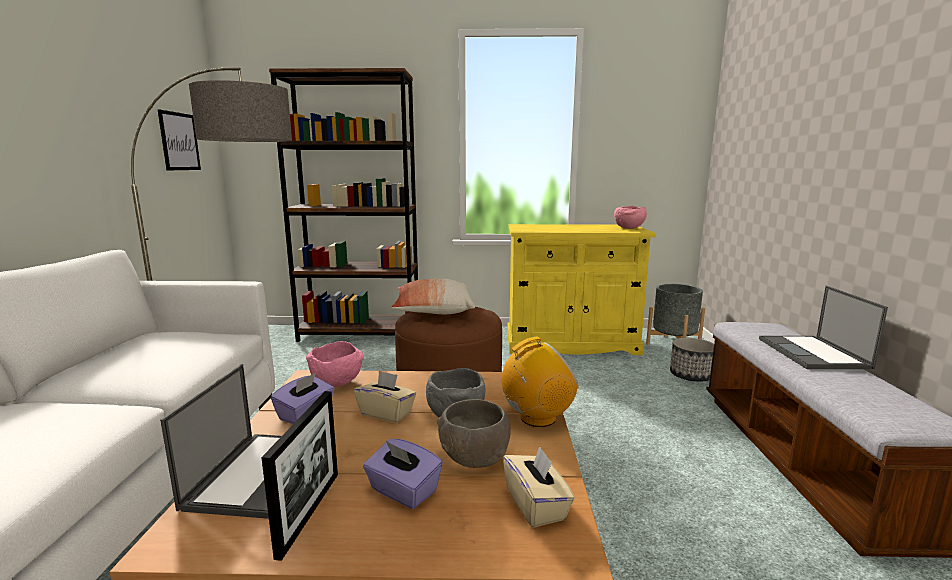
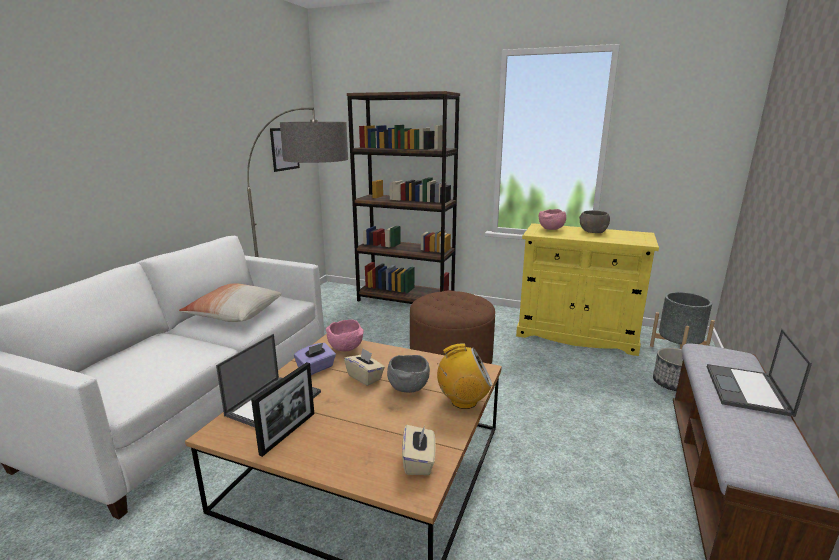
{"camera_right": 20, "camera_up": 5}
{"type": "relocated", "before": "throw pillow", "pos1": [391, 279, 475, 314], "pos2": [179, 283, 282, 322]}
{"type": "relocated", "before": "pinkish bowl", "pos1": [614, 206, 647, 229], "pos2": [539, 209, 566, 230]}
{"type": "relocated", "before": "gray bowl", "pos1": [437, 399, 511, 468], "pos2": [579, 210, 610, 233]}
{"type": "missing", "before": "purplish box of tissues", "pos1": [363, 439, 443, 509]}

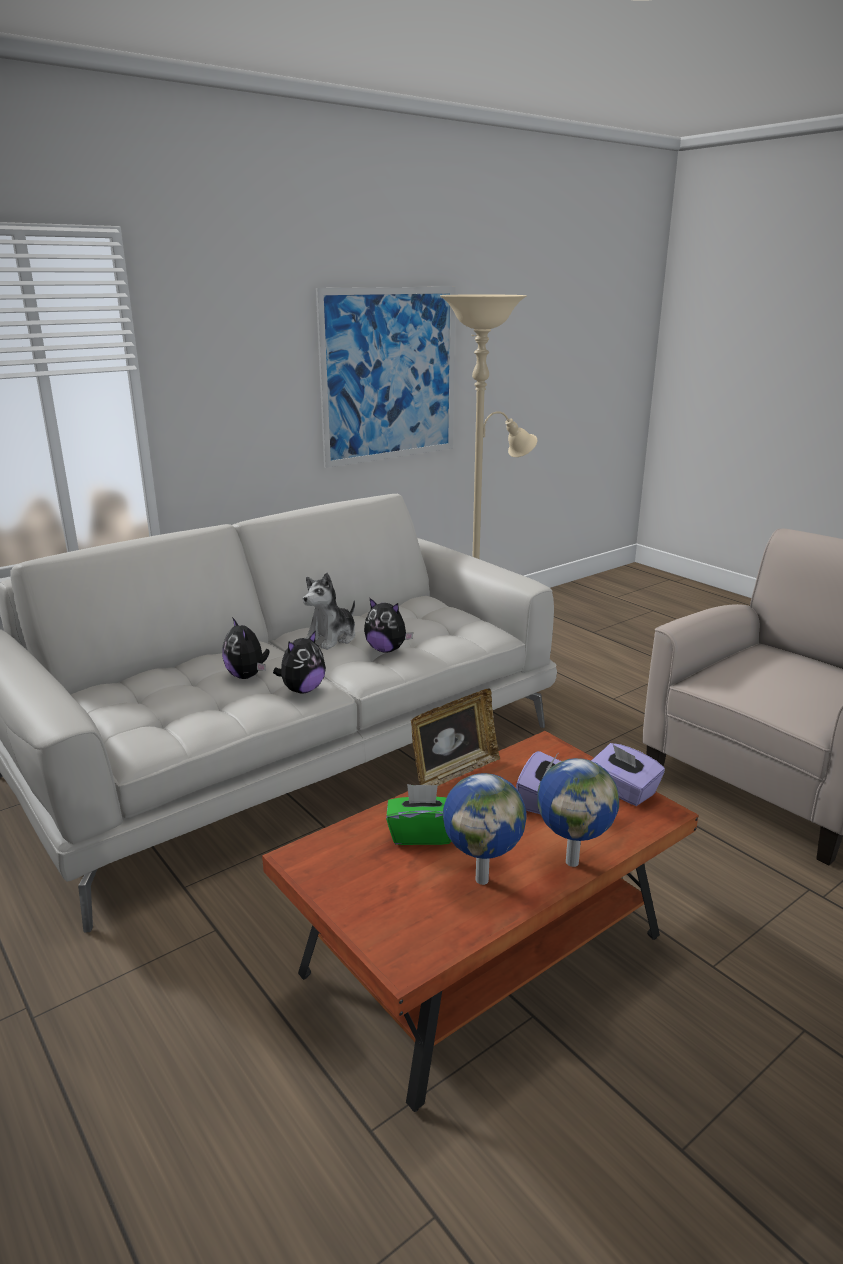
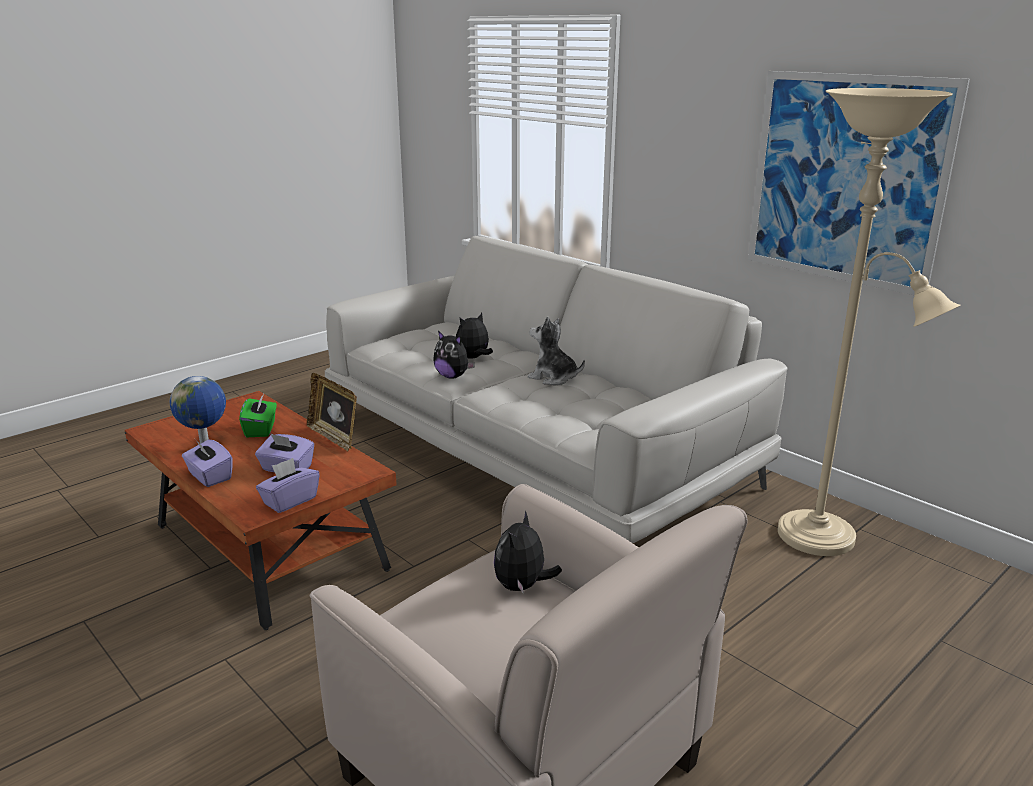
{"camera_right": 85, "camera_up": 0}
{"type": "exchanged", "before": "world globe", "after": "purplish box of tissues", "pos1": [537, 758, 619, 867], "pos2": [182, 439, 233, 487]}
{"type": "relocated", "before": "cuddly toy", "pos1": [364, 598, 413, 653], "pos2": [494, 510, 562, 593]}

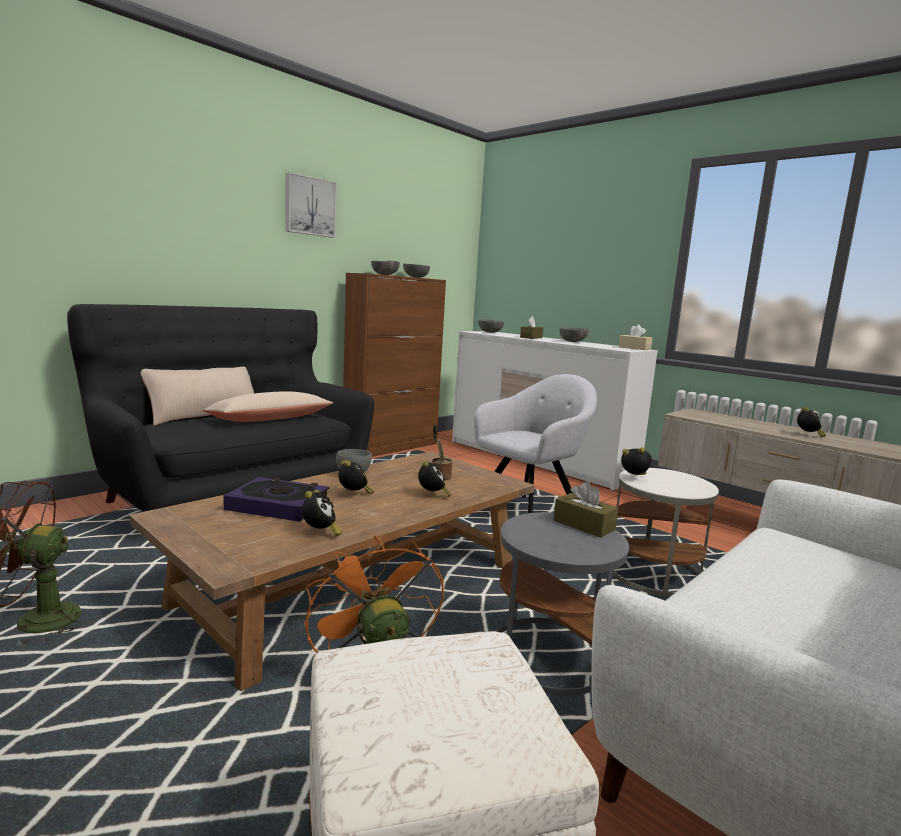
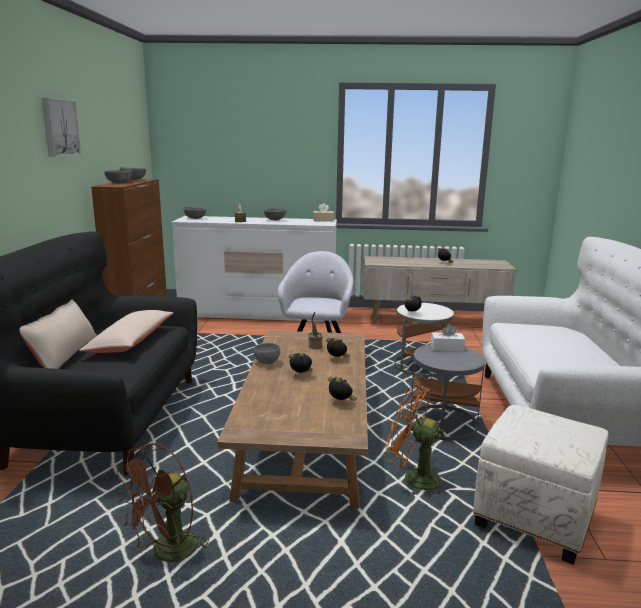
{"camera_right": -40, "camera_up": 5}
{"type": "colour", "before": "brownish box of tissues", "after": "white-coloured box of tissues", "pos1": [553, 481, 618, 538], "pos2": [431, 324, 465, 352]}
{"type": "missing", "before": "bound book", "pos1": [223, 477, 329, 522]}

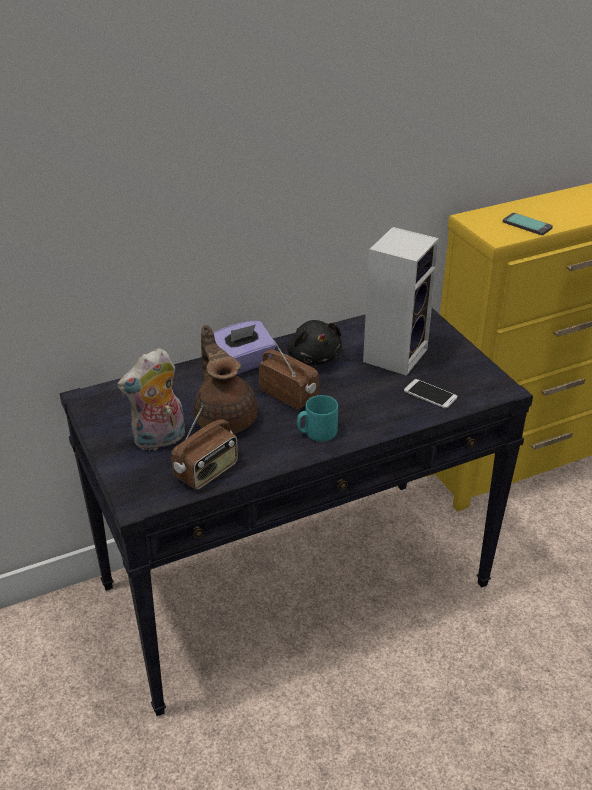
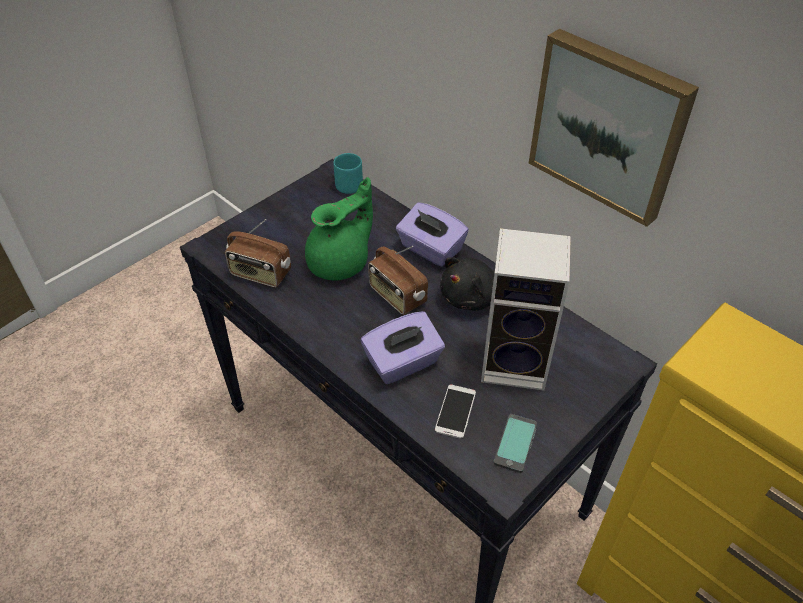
{"camera_right": 70, "camera_up": 10}
{"type": "colour", "before": "brownish tea pot", "after": "green tea pot", "pos1": [194, 325, 258, 434], "pos2": [305, 177, 373, 280]}
{"type": "relocated", "before": "turquoise-coloured tea mug", "pos1": [297, 395, 338, 442], "pos2": [334, 153, 363, 194]}
{"type": "appeared", "after": "purplish box of tissues", "pos2": [361, 311, 445, 384]}
{"type": "spun", "before": "radio set", "pos1": [259, 341, 319, 409], "pos2": [368, 246, 428, 315], "turn": 120}
{"type": "relocated", "before": "handset", "pos1": [503, 213, 553, 235], "pos2": [493, 414, 537, 473]}
{"type": "appeared", "after": "wall picture", "pos2": [529, 29, 699, 227]}
{"type": "missing", "before": "cuddly toy", "pos1": [117, 348, 185, 451]}

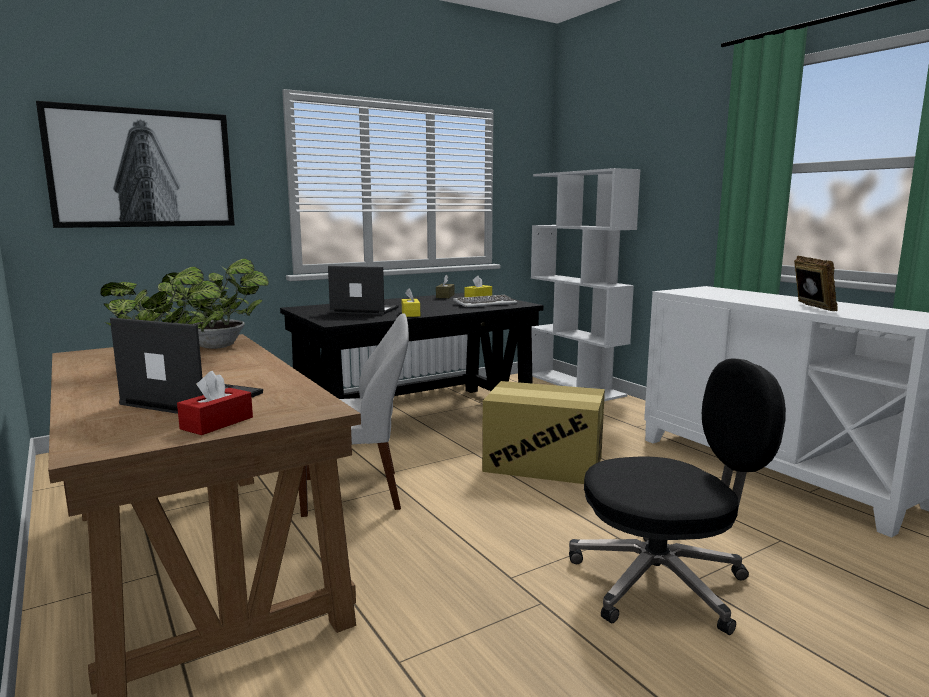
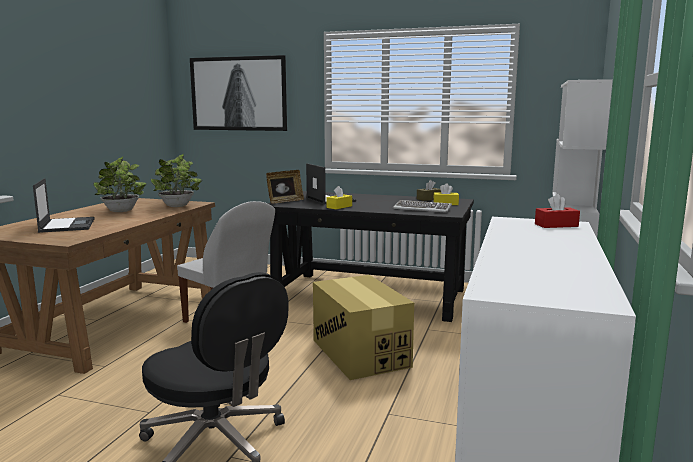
{"camera_right": 50, "camera_up": 0}
{"type": "relocated", "before": "standing frame", "pos1": [794, 256, 838, 311], "pos2": [266, 170, 304, 203]}
{"type": "relocated", "before": "red-coloured box of tissues", "pos1": [177, 371, 253, 435], "pos2": [535, 194, 580, 228]}

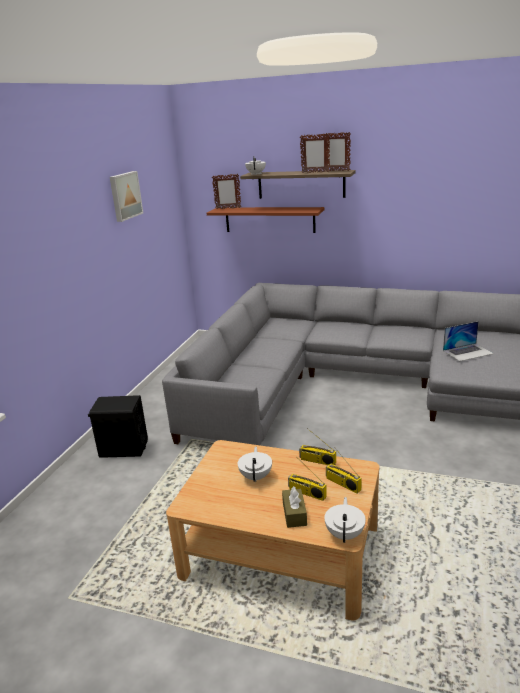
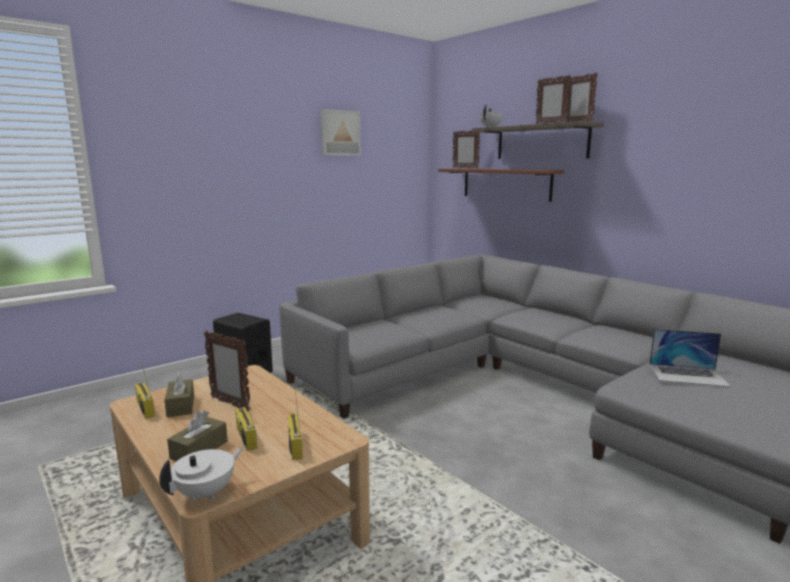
{"camera_right": 30, "camera_up": -10}
{"type": "relocated", "before": "radio set", "pos1": [299, 428, 336, 465], "pos2": [135, 359, 155, 419]}
{"type": "appeared", "after": "brownish box of tissues", "pos2": [165, 372, 194, 417]}
{"type": "exchanged", "before": "white-coloured tea pot", "after": "standing frame", "pos1": [238, 447, 272, 482], "pos2": [204, 331, 251, 412]}

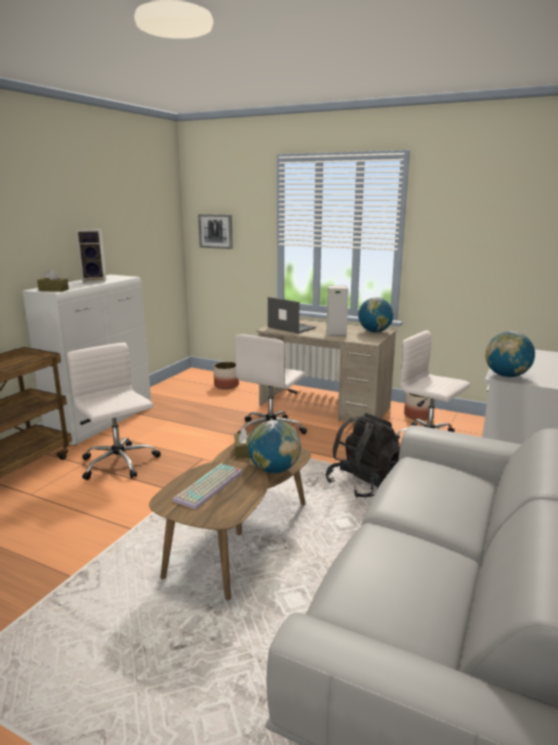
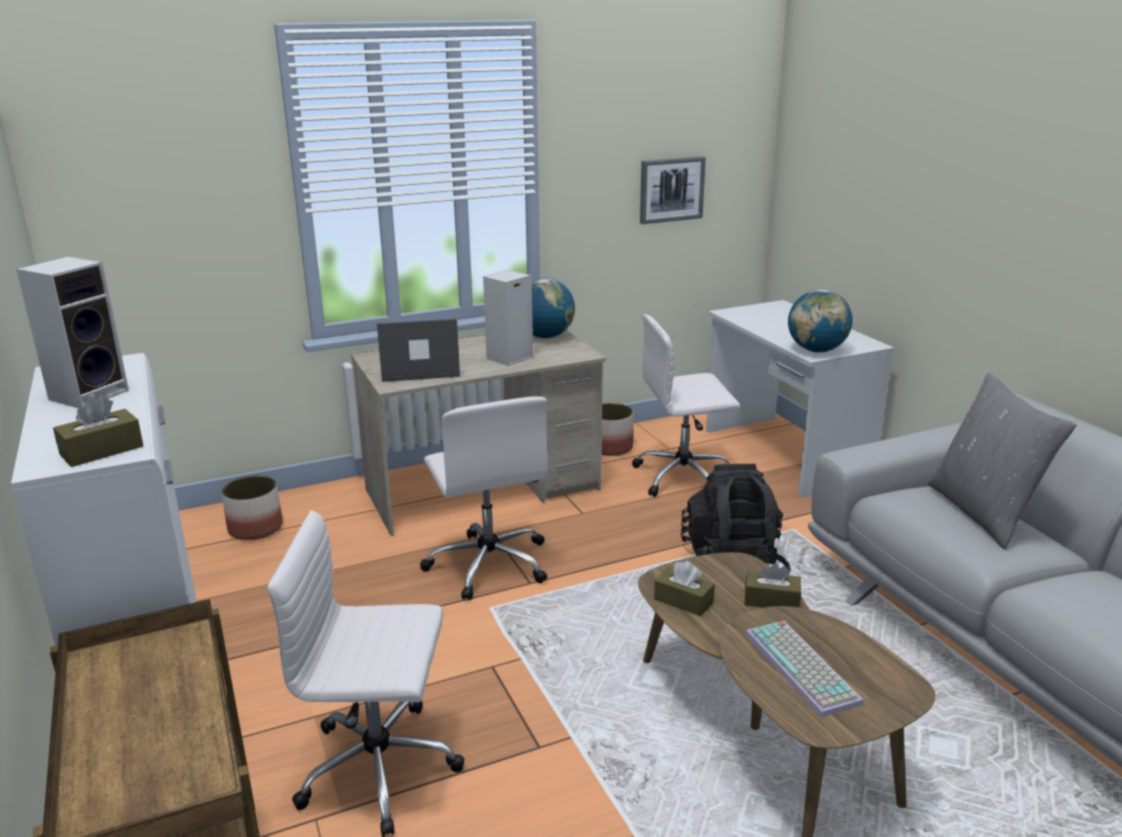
{"camera_right": -50, "camera_up": 5}
{"type": "relocated", "before": "wall picture", "pos1": [198, 214, 233, 249], "pos2": [640, 156, 706, 224]}
{"type": "exchanged", "before": "world globe", "after": "brownish box of tissues", "pos1": [248, 420, 301, 473], "pos2": [745, 563, 801, 608]}
{"type": "appeared", "after": "gray throw pillow", "pos2": [928, 373, 1076, 549]}

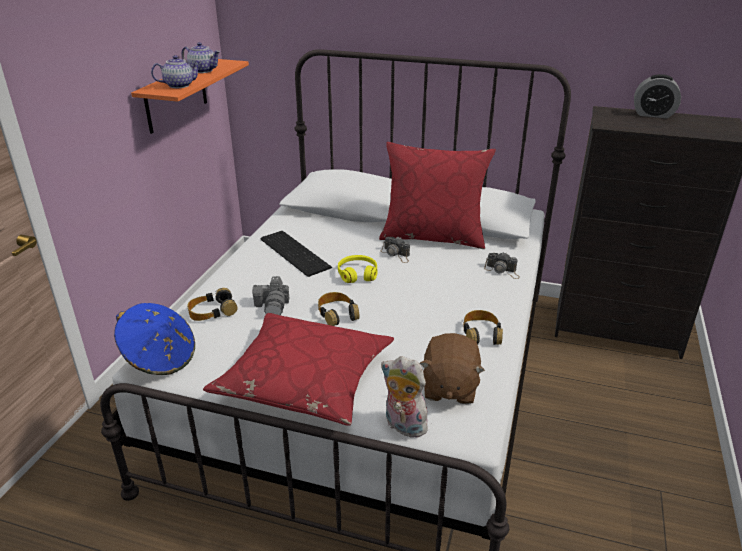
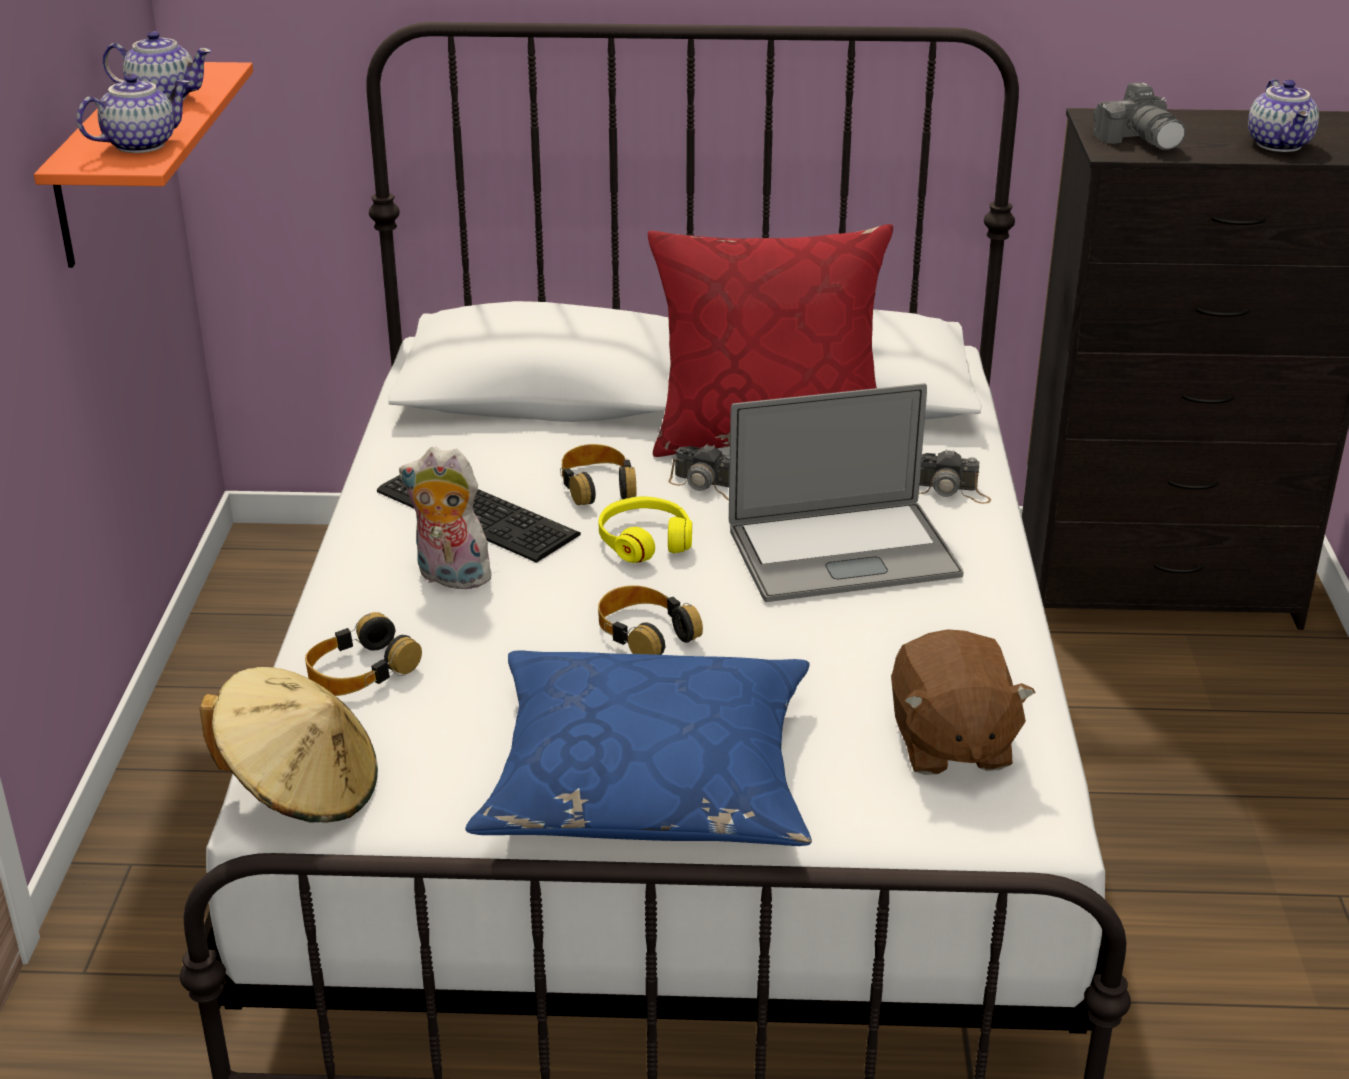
{"camera_right": -15, "camera_up": 0}
{"type": "colour", "before": "bluish wearable hat", "after": "sand-coloured wearable hat", "pos1": [114, 303, 195, 375], "pos2": [200, 667, 378, 823]}
{"type": "relocated", "before": "cuddly toy", "pos1": [381, 356, 433, 438], "pos2": [399, 446, 497, 593]}
{"type": "colour", "before": "red-coloured throw pillow", "after": "bluish throw pillow", "pos1": [203, 313, 394, 426], "pos2": [465, 650, 812, 846]}
{"type": "relocated", "before": "headset", "pos1": [463, 310, 503, 345], "pos2": [560, 444, 636, 505]}
{"type": "appeared", "after": "portable computer", "pos2": [729, 383, 964, 602]}
{"type": "relocated", "before": "photo camera", "pos1": [252, 276, 289, 315], "pos2": [1093, 83, 1185, 150]}
{"type": "appeared", "after": "tea pot", "pos2": [1248, 79, 1319, 152]}
{"type": "missing", "before": "bedside clock", "pos1": [634, 74, 681, 118]}

